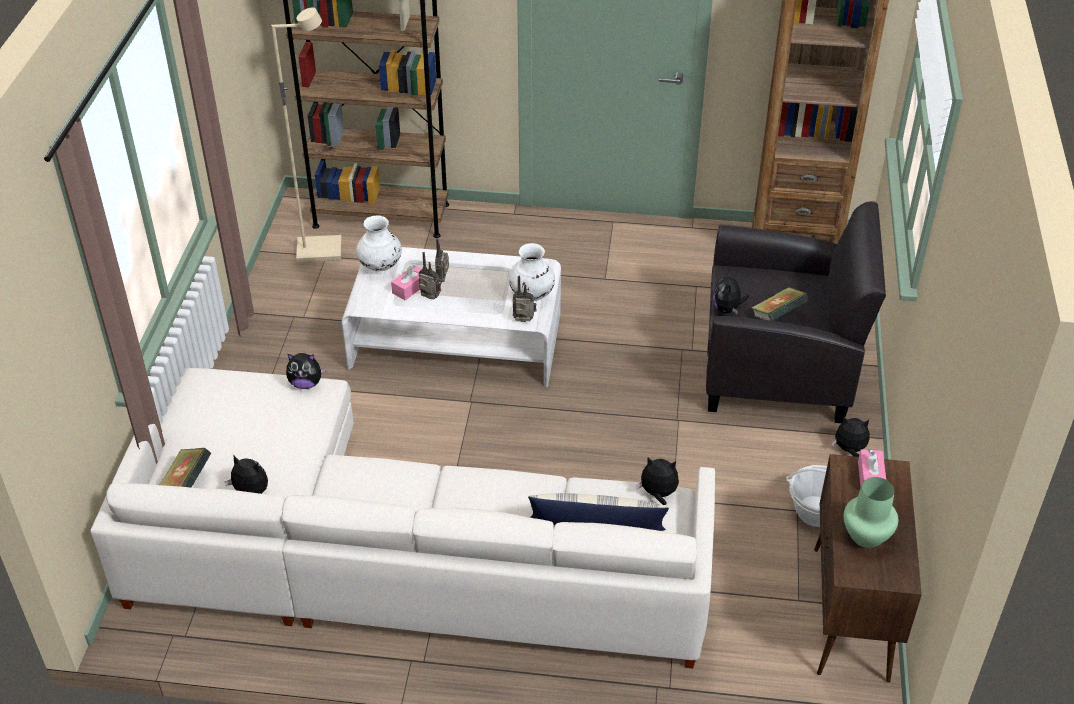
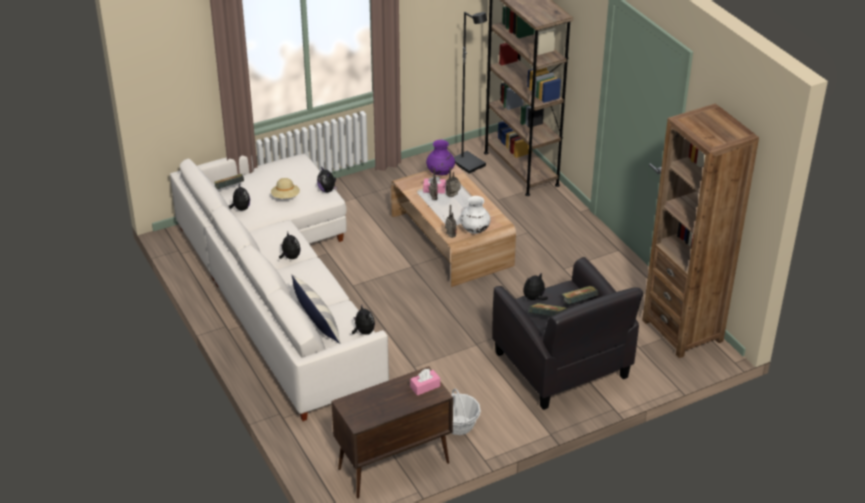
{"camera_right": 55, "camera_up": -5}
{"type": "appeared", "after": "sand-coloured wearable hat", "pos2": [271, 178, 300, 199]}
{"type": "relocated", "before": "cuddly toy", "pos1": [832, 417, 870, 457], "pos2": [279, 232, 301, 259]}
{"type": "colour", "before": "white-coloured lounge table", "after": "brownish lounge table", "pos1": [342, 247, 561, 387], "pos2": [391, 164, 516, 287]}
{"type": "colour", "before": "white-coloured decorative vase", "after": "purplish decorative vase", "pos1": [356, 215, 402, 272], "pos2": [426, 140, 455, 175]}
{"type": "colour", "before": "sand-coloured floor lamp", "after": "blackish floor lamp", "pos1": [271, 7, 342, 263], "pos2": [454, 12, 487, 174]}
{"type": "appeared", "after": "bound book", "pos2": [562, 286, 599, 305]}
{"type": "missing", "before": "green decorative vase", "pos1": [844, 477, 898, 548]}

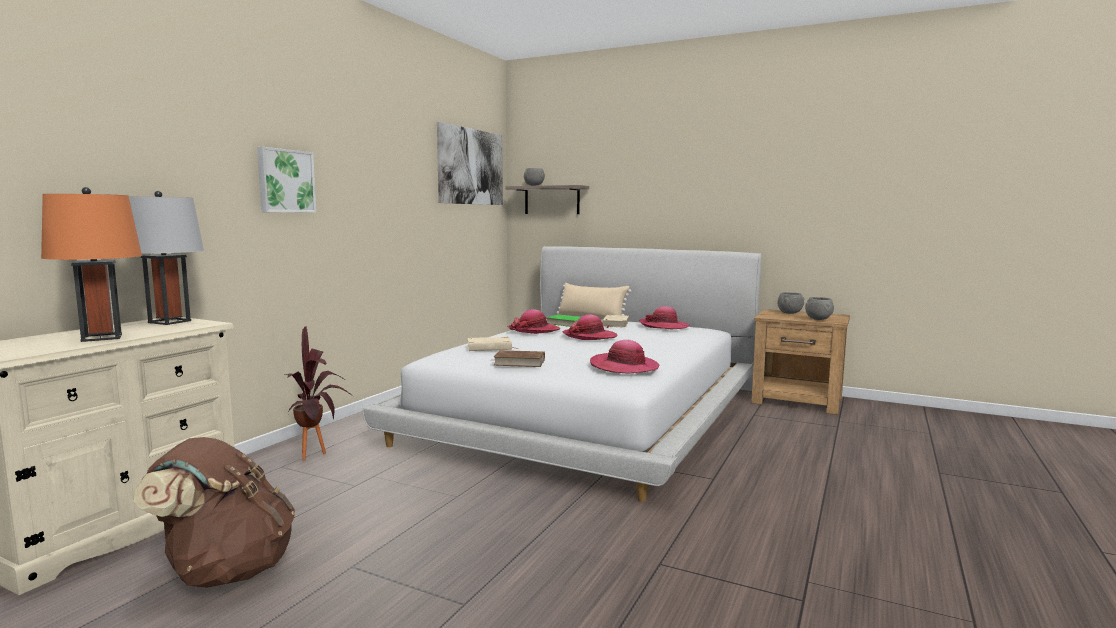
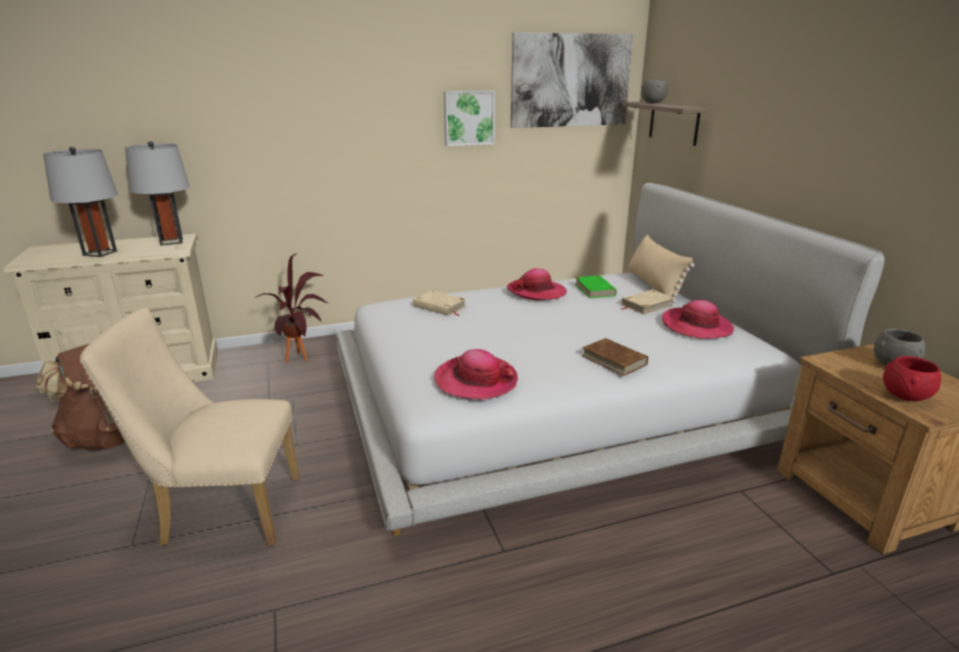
{"camera_right": 45, "camera_up": 15}
{"type": "colour", "before": "orange-coloured lamp for a table", "after": "gray lamp for a table", "pos1": [41, 187, 142, 342], "pos2": [43, 147, 118, 257]}
{"type": "appeared", "after": "sand-coloured plain chair", "pos2": [80, 308, 300, 546]}
{"type": "relocated", "before": "wall picture", "pos1": [257, 147, 316, 213], "pos2": [444, 91, 495, 146]}
{"type": "relocated", "before": "brownish bound book", "pos1": [494, 350, 545, 367], "pos2": [582, 338, 648, 376]}
{"type": "colour", "before": "gray bowl", "after": "red-coloured bowl", "pos1": [805, 297, 834, 320], "pos2": [883, 356, 941, 401]}
{"type": "missing", "before": "wearable hat", "pos1": [563, 314, 618, 340]}

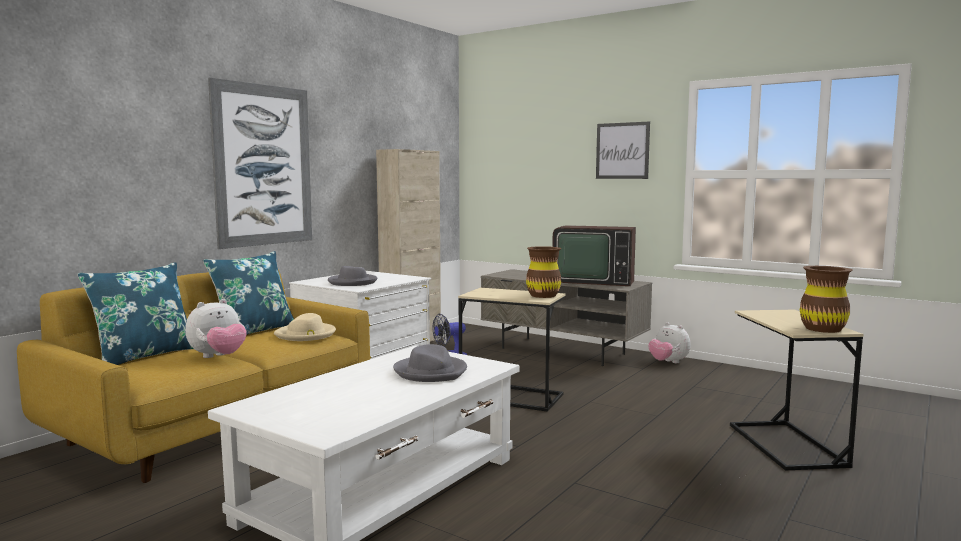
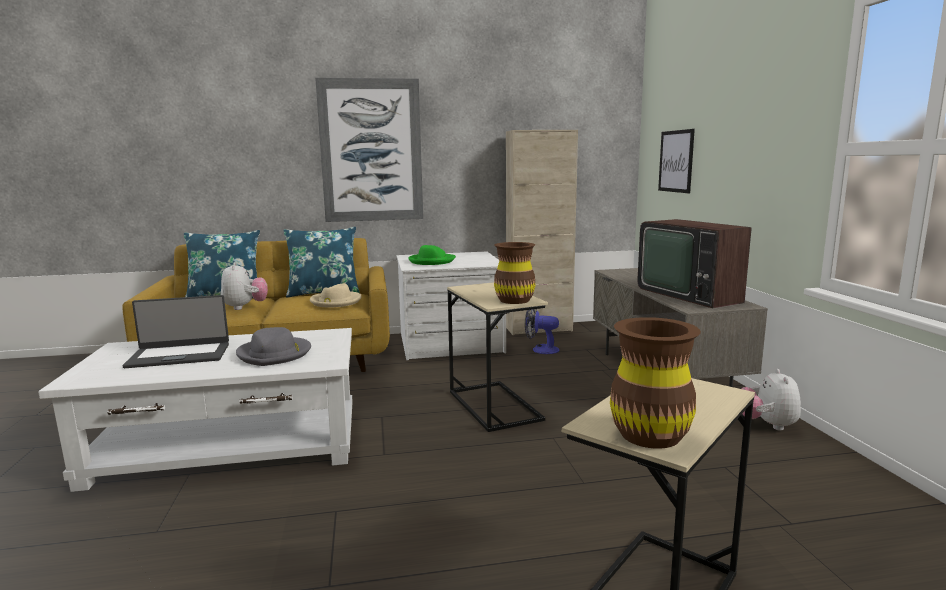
{"camera_right": 45, "camera_up": 5}
{"type": "appeared", "after": "portable computer", "pos2": [122, 295, 229, 368]}
{"type": "spun", "before": "cuddly toy", "pos1": [185, 299, 247, 358], "pos2": [221, 262, 268, 310], "turn": -105}
{"type": "colour", "before": "gray wearable hat", "after": "green wearable hat", "pos1": [328, 266, 377, 286], "pos2": [408, 245, 456, 265]}
{"type": "relocated", "before": "wall picture", "pos1": [596, 121, 650, 179], "pos2": [658, 129, 695, 193]}

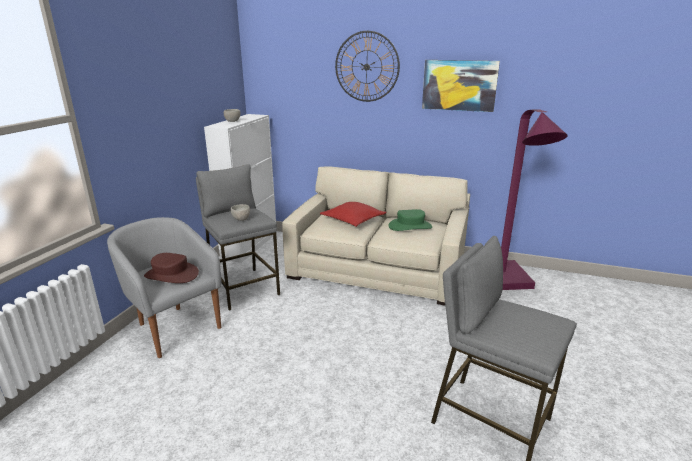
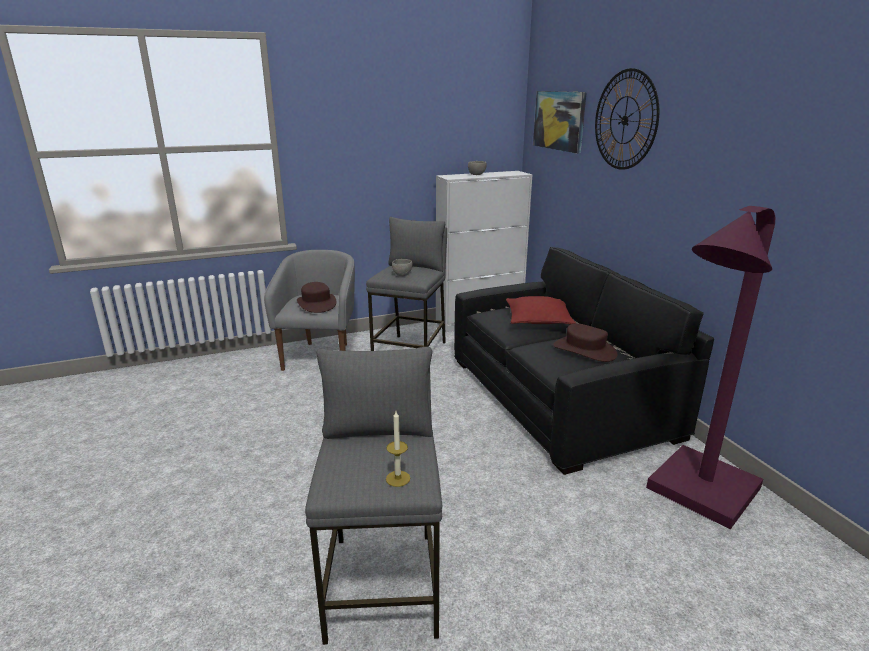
{"camera_right": 50, "camera_up": 0}
{"type": "appeared", "after": "wax light", "pos2": [386, 411, 410, 487]}
{"type": "colour", "before": "sand-coloured couch", "after": "blackish couch", "pos1": [282, 167, 470, 306], "pos2": [454, 247, 714, 475]}
{"type": "relocated", "before": "wall picture", "pos1": [422, 60, 500, 112], "pos2": [533, 91, 587, 154]}
{"type": "colour", "before": "green wearable hat", "after": "brownish wearable hat", "pos1": [389, 209, 432, 231], "pos2": [553, 323, 617, 362]}

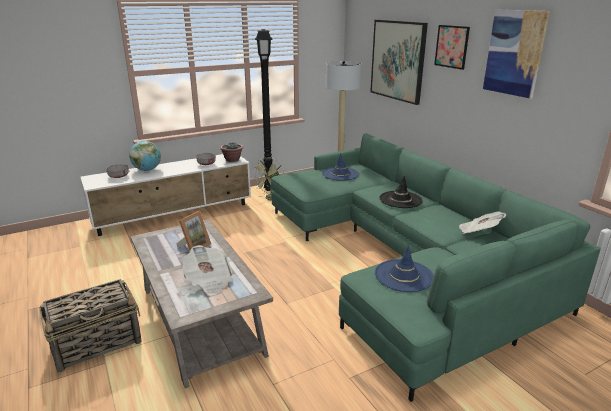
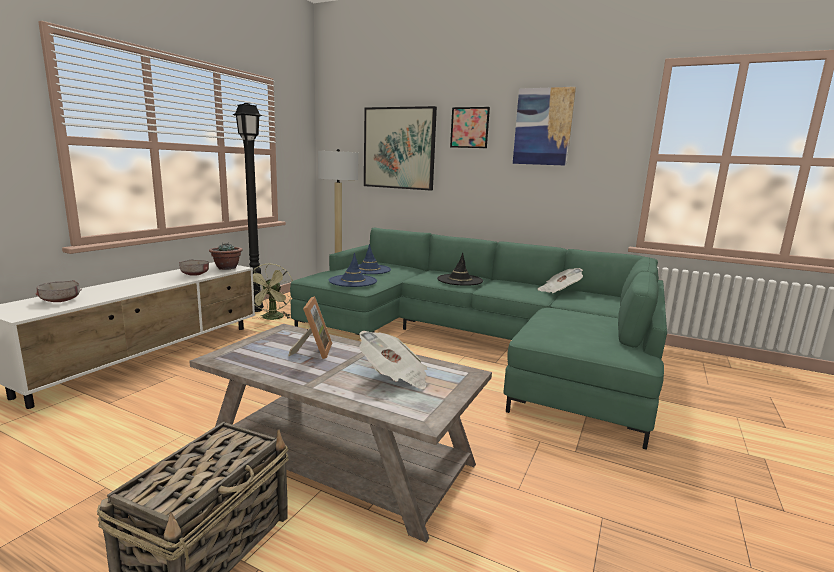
{"camera_right": -35, "camera_up": -10}
{"type": "relocated", "before": "bluish wearable hat", "pos1": [375, 246, 434, 292], "pos2": [329, 253, 377, 287]}
{"type": "missing", "before": "world globe", "pos1": [129, 141, 161, 171]}

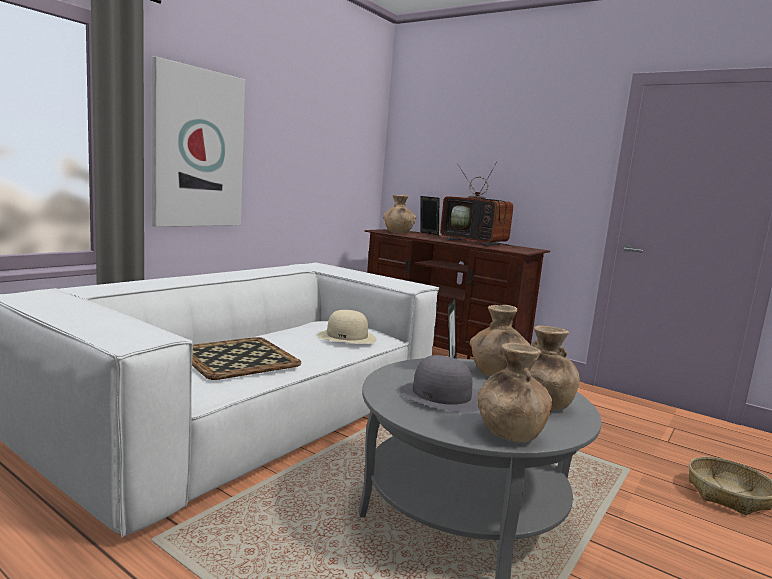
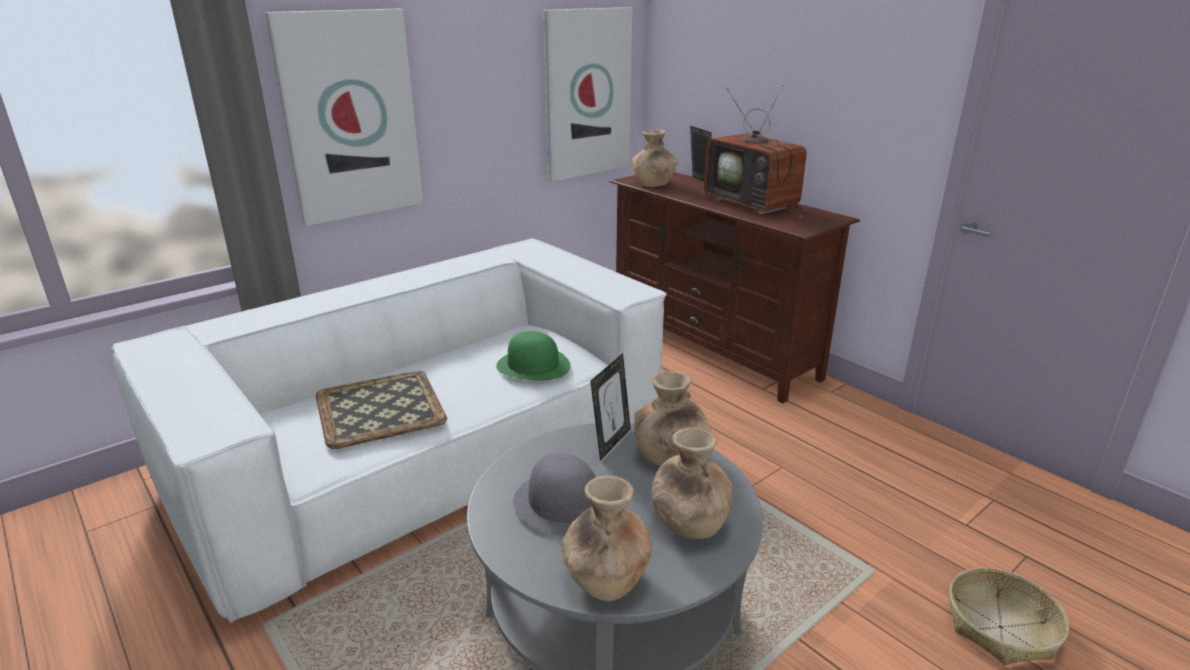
{"camera_right": 15, "camera_up": 15}
{"type": "colour", "before": "sand-coloured wearable hat", "after": "green wearable hat", "pos1": [318, 310, 377, 344], "pos2": [496, 331, 570, 381]}
{"type": "appeared", "after": "wall picture", "pos2": [544, 7, 633, 182]}

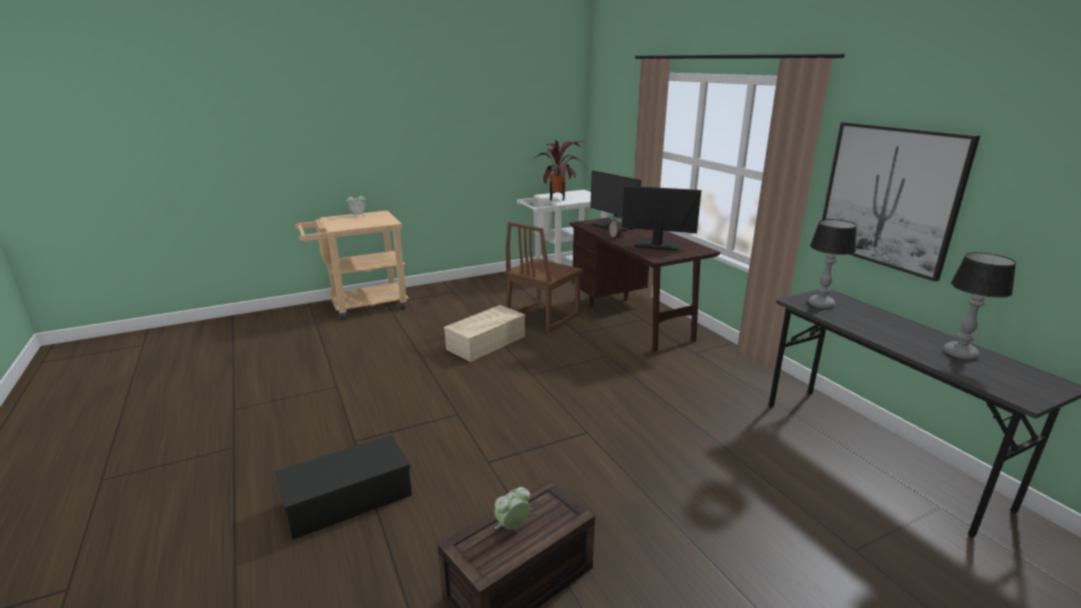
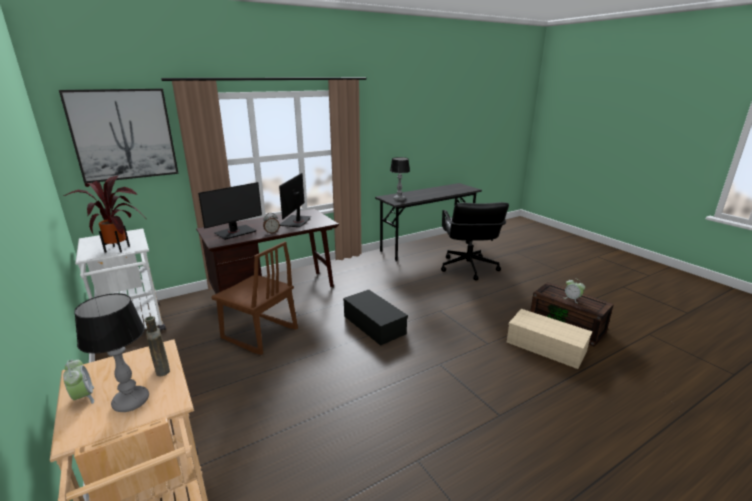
{"camera_right": -95, "camera_up": 0}
{"type": "relocated", "before": "wall picture", "pos1": [822, 122, 980, 282], "pos2": [59, 89, 179, 184]}
{"type": "relocated", "before": "lamp for a table", "pos1": [943, 252, 1016, 359], "pos2": [74, 293, 149, 412]}
{"type": "appeared", "after": "brownish drink bottle", "pos2": [144, 316, 170, 377]}
{"type": "relocated", "before": "blackish storage bin", "pos1": [274, 435, 412, 540], "pos2": [343, 290, 408, 346]}
{"type": "appeared", "after": "blackish office chair", "pos2": [441, 202, 509, 281]}
{"type": "relocated", "before": "sand-coloured storage bin", "pos1": [444, 305, 526, 362], "pos2": [507, 309, 592, 369]}

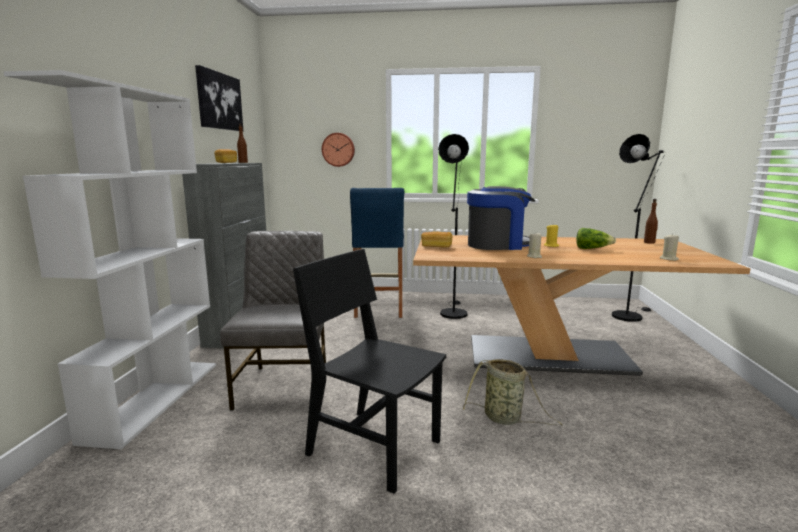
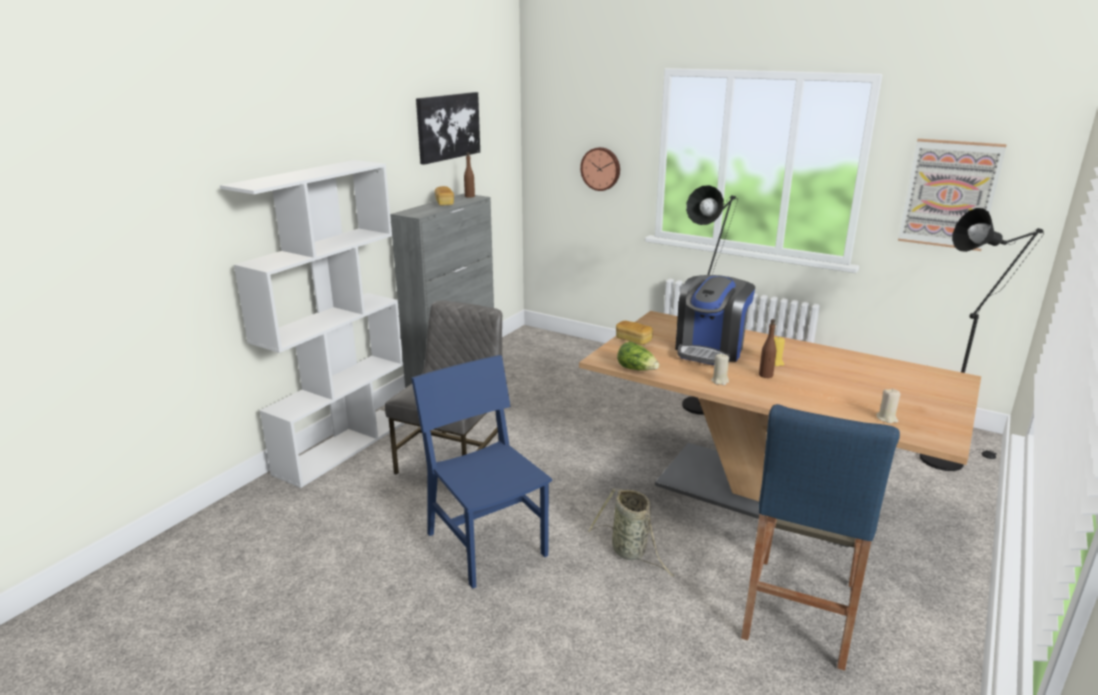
{"camera_right": 25, "camera_up": 10}
{"type": "colour", "before": "blackish plain chair", "after": "bluish plain chair", "pos1": [293, 249, 446, 494], "pos2": [411, 355, 552, 589]}
{"type": "relocated", "before": "lettuce", "pos1": [576, 228, 616, 249], "pos2": [617, 341, 659, 371]}
{"type": "spun", "before": "coffee machine", "pos1": [467, 186, 535, 250], "pos2": [675, 275, 755, 365], "turn": 105}
{"type": "relocated", "before": "bluish stool seat", "pos1": [350, 188, 404, 318], "pos2": [741, 404, 900, 671]}
{"type": "relocated", "before": "brownish drink bottle", "pos1": [644, 199, 658, 244], "pos2": [759, 319, 776, 378]}
{"type": "appeared", "after": "wall picture", "pos2": [898, 139, 1007, 251]}

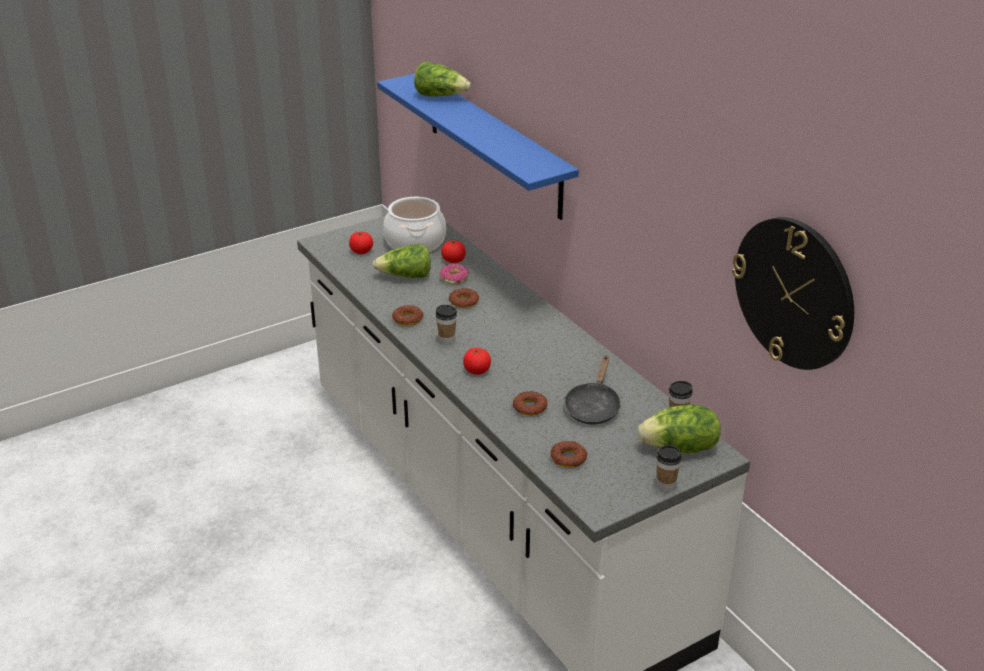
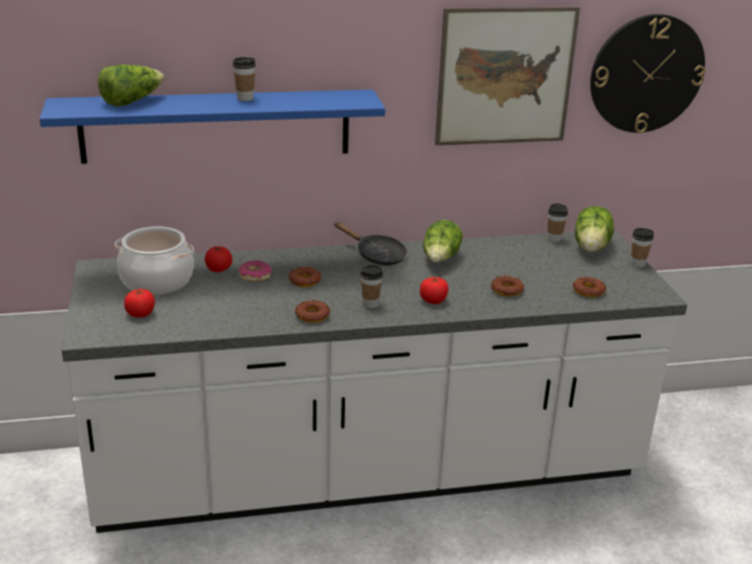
{"camera_right": -70, "camera_up": -5}
{"type": "appeared", "after": "cup", "pos2": [233, 57, 256, 101]}
{"type": "relocated", "before": "blackish pan", "pos1": [564, 356, 621, 424], "pos2": [334, 222, 407, 265]}
{"type": "relocated", "before": "lettuce", "pos1": [372, 244, 431, 278], "pos2": [423, 220, 463, 263]}
{"type": "appeared", "after": "wall picture", "pos2": [435, 7, 580, 145]}

